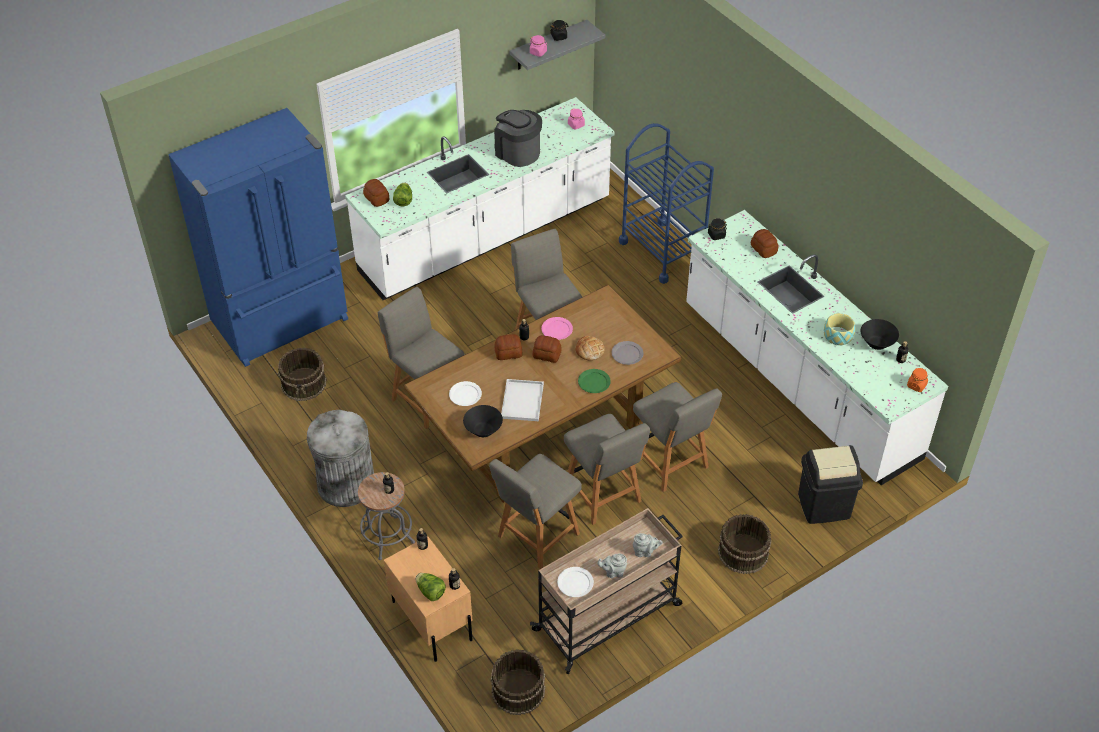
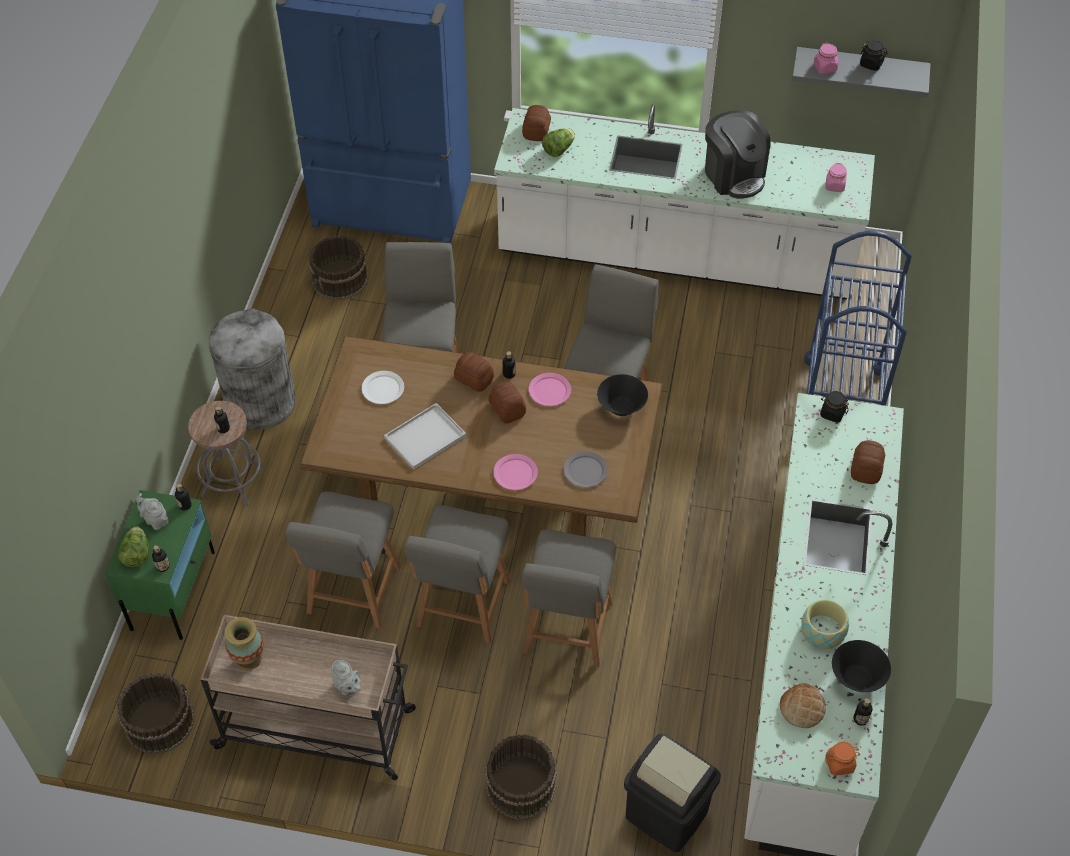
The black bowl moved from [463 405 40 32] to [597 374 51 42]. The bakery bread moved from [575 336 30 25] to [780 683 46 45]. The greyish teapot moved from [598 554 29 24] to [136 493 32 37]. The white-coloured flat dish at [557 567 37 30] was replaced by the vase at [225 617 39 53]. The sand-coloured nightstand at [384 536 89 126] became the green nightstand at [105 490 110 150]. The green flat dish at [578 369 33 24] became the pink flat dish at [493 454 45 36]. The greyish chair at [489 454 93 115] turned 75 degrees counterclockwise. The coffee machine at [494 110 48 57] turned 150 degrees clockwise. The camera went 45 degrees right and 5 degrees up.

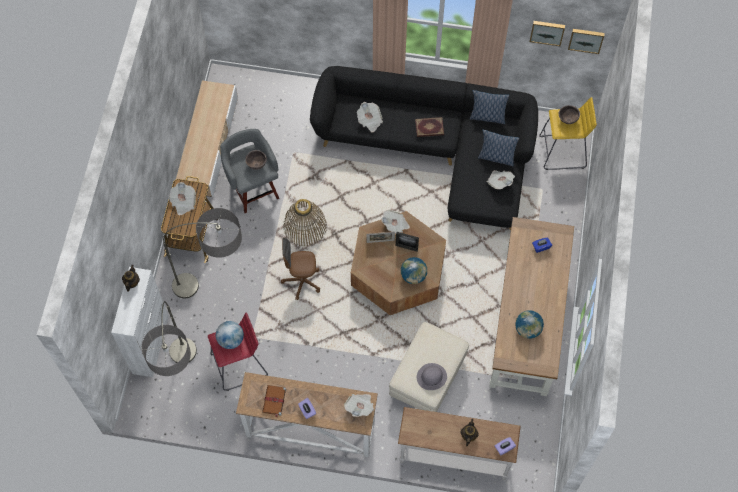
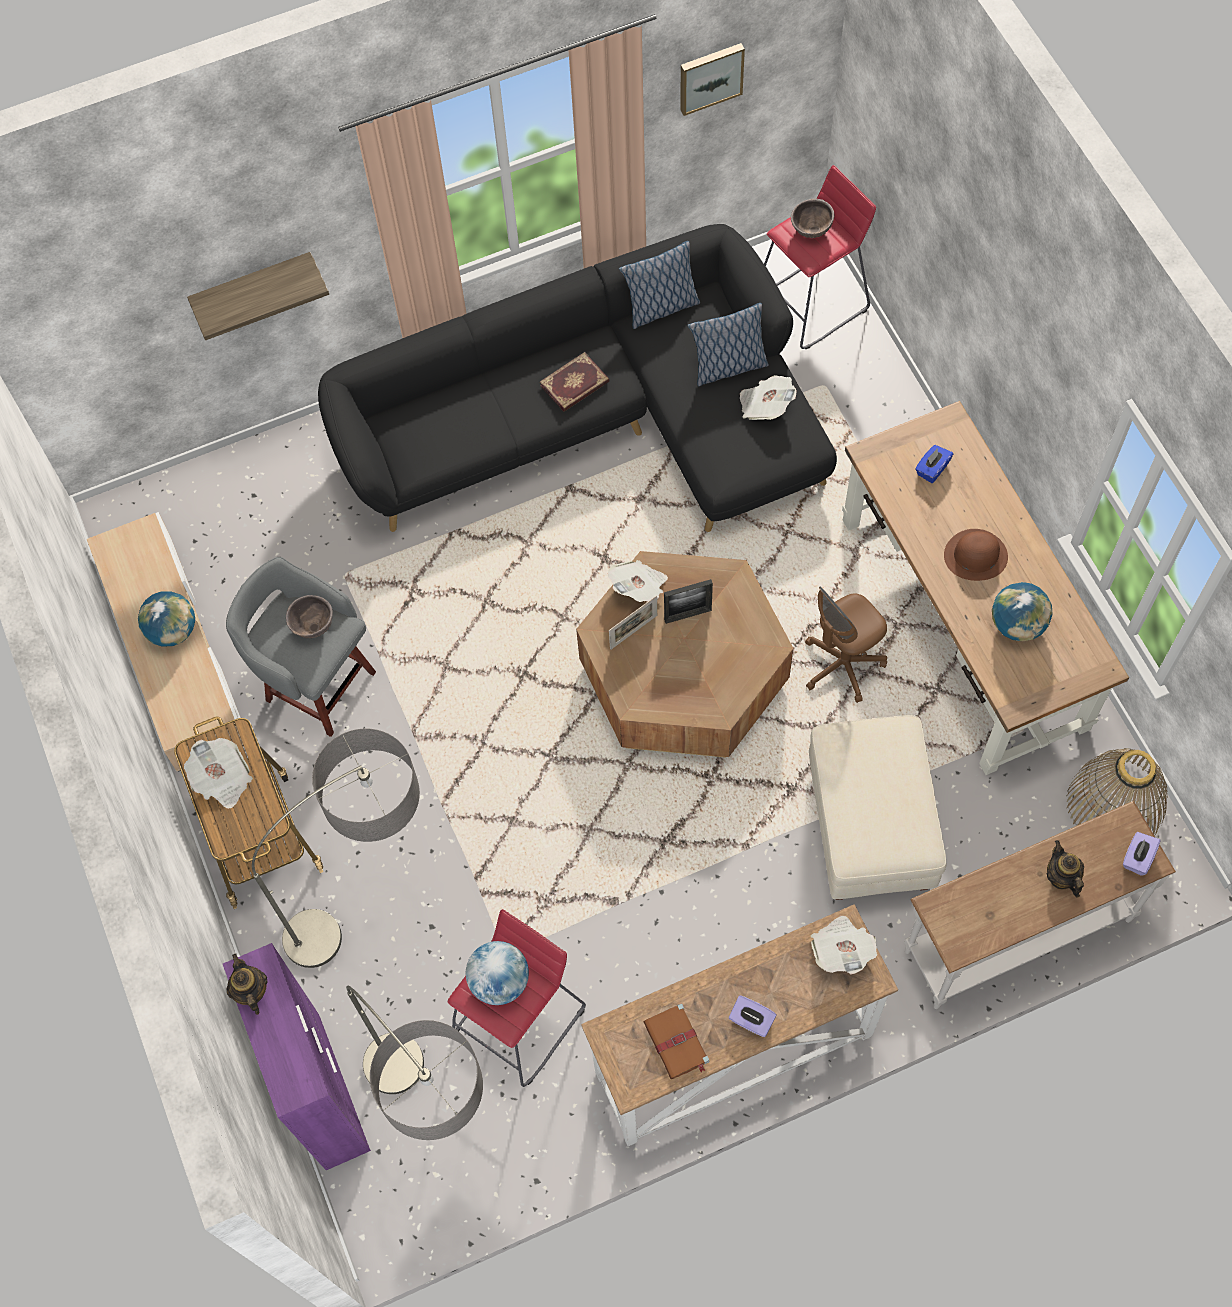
The daily paper at [357 102 26 30] disappeared. The greyish wearable hat at [417 363 30 27] disappeared. The wall art at [568 29 37 25] disappeared. The shelf at [187 252 142 88] appeared. The brown-coloured wearable hat at [944 529 64 52] appeared. The brown-coloured office chair moved from [281 238 39 62] to [805 587 82 116]. The household basket moved from [283 199 44 47] to [1066 748 101 87]. The world globe moved from [401 257 26 27] to [138 591 57 55]. The white-coloured storage cabinet at [111 267 58 110] became the purple-coloured storage cabinet at [223 943 148 227]. The yellow sitting stool at [539 97 58 73] became the red sitting stool at [764 165 112 184]. The camera went 30 degrees left and 0 degrees up.

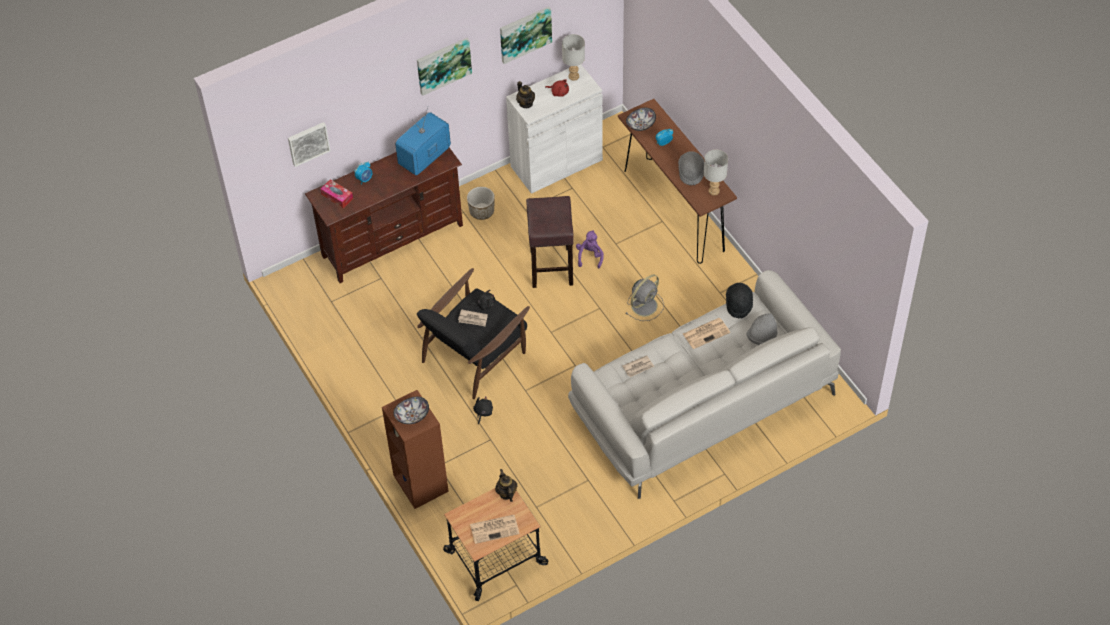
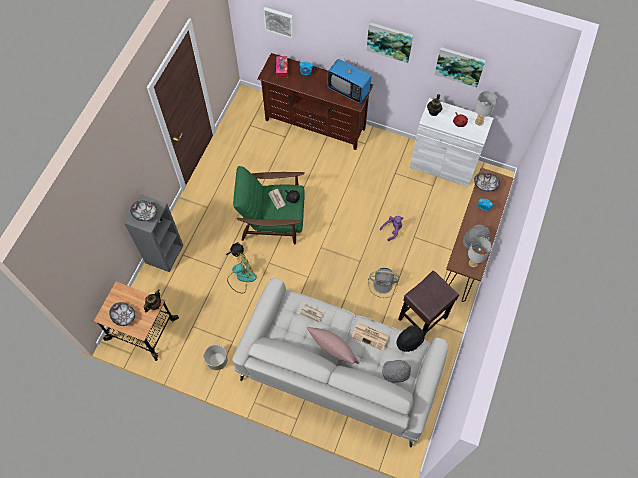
The cooling fan at [227 252 30 42] appeared. The pink throw pillow at [307 327 52 37] appeared. The plant pot moved from [467 187 28 33] to [203 344 24 26]. The brown-coloured sitting stool moved from [526 196 48 92] to [398 271 61 66]. The daily paper at [470 515 50 29] was replaced by the bowl at [109 302 26 24]. The brown-coloured shelving unit at [382 390 67 119] became the greyish shelving unit at [124 194 59 78]. The black lounge chair at [417 268 113 131] became the green lounge chair at [233 166 72 78]. The TV at [395 106 56 69] turned 150 degrees counterclockwise. The camera went 50 degrees right and 10 degrees up.

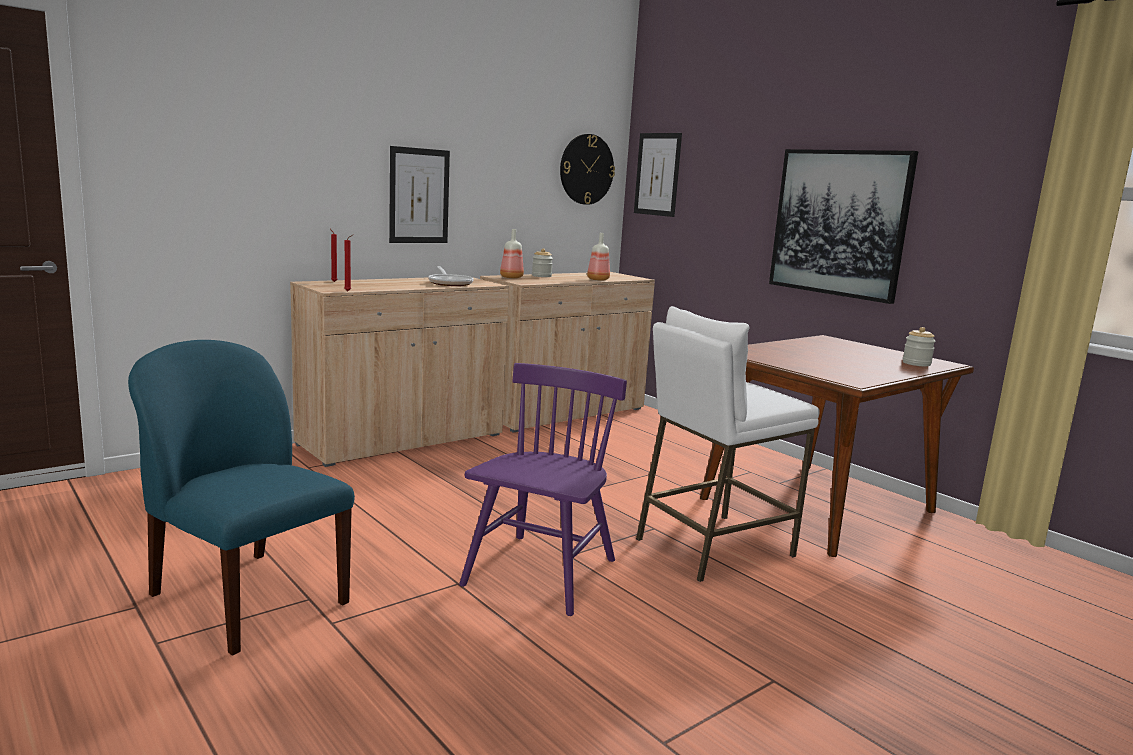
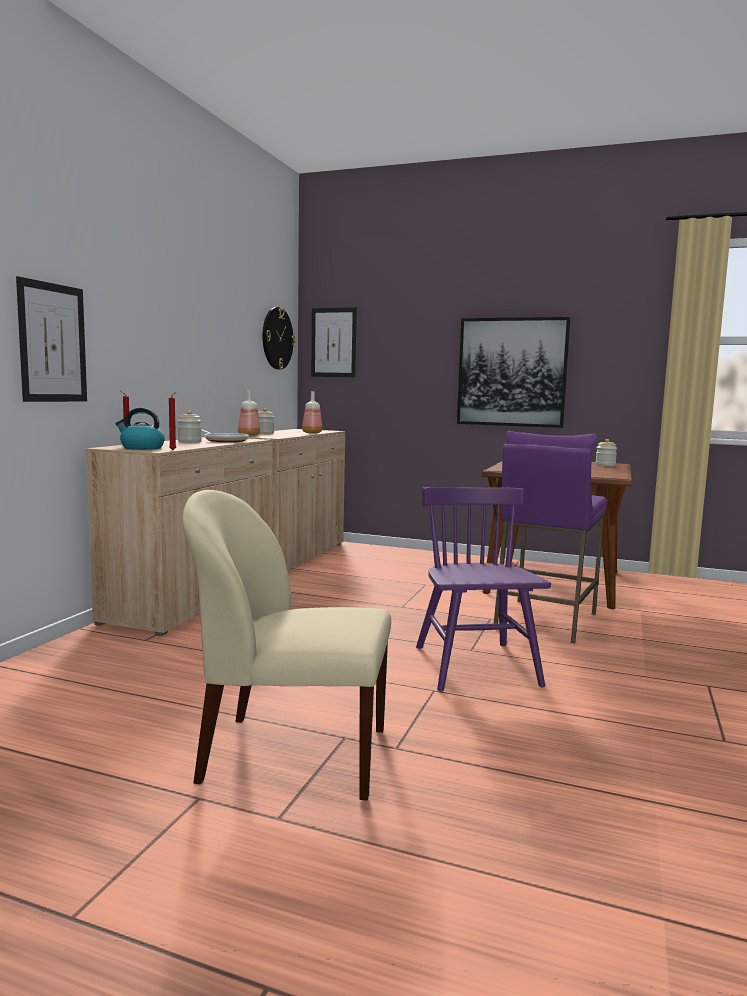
The water kettle at [115 408 50 42] appeared. The preserve jar at [178 411 24 32] appeared. The wall art moved from [389 146 61 97] to [16 276 71 126]. The blue chair at [128 340 227 316] became the sand-coloured chair at [182 490 209 311]. The white-coloured sitting stool at [636 306 184 276] became the purple-coloured sitting stool at [494 431 113 212]. The camera went 30 degrees left and 5 degrees down.

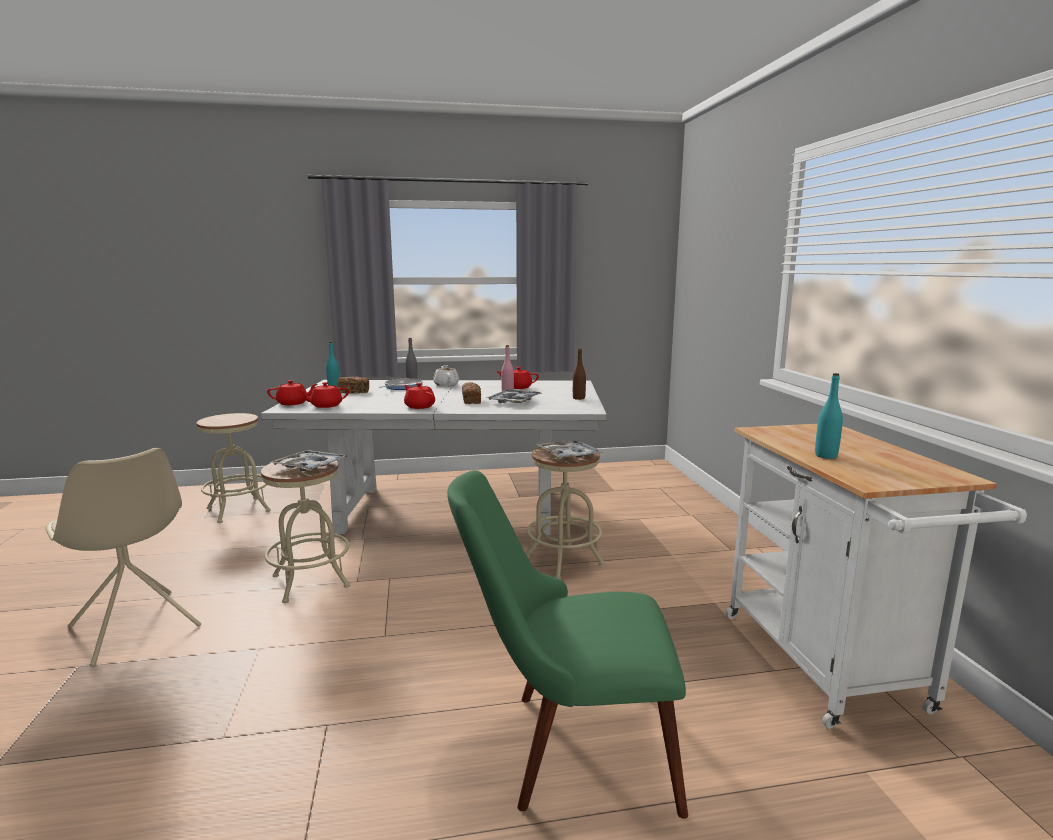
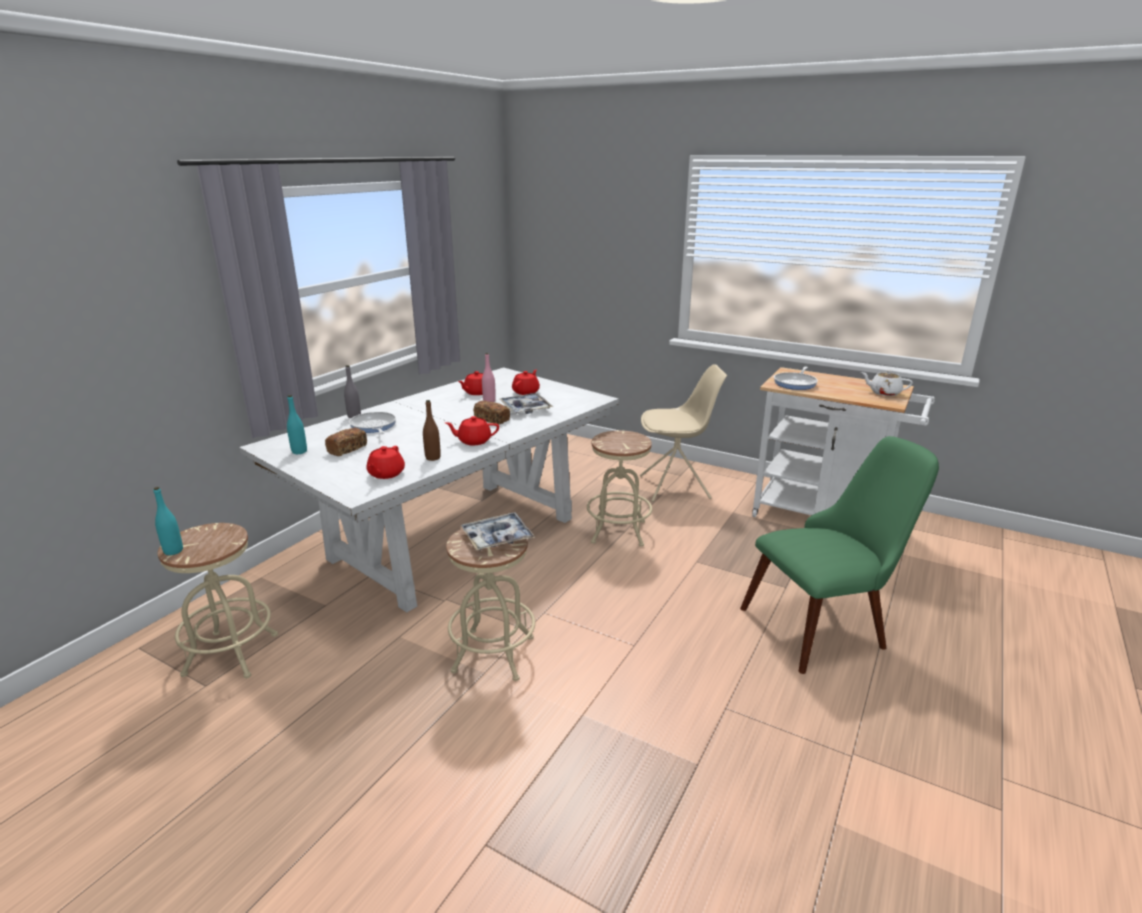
The carrying tray at [537 440 66 19] disappeared. The pan at [774 366 44 24] appeared. The sand-coloured chair moved from [46 448 156 219] to [640 364 87 138]. The red teapot moved from [267 380 50 25] to [512 370 28 25]. The white-coloured teapot moved from [433 365 26 22] to [861 370 52 26]. The brown-coloured drink bottle moved from [573 349 13 51] to [423 400 18 61]. The turquoise drink bottle moved from [815 373 28 86] to [154 487 29 68]. The green chair at [447 470 241 349] turned 150 degrees counterclockwise. The camera went 50 degrees left and 10 degrees up.

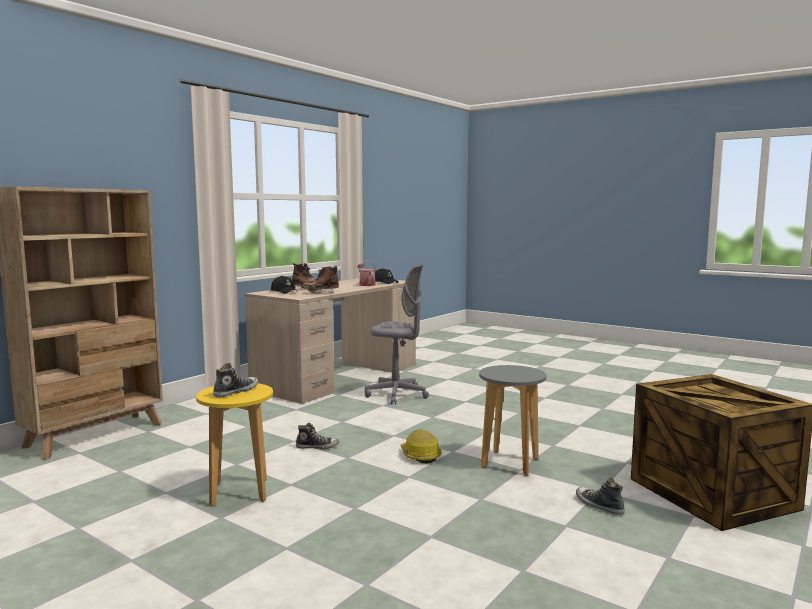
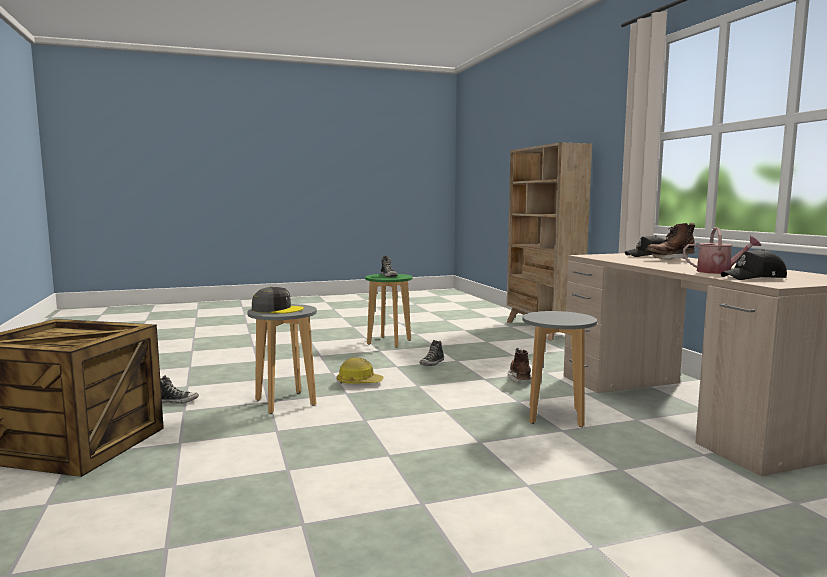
The greyish baseball cap at [252 287 52 27] appeared. The brown-coloured boot moved from [302 266 37 27] to [508 348 24 34]. The greyish office chair at [365 264 64 141] was replaced by the greyish sitting stool at [523 311 74 116]. The yellow sitting stool at [196 383 77 123] became the green sitting stool at [365 274 48 74]. The camera went 125 degrees right and 0 degrees up.

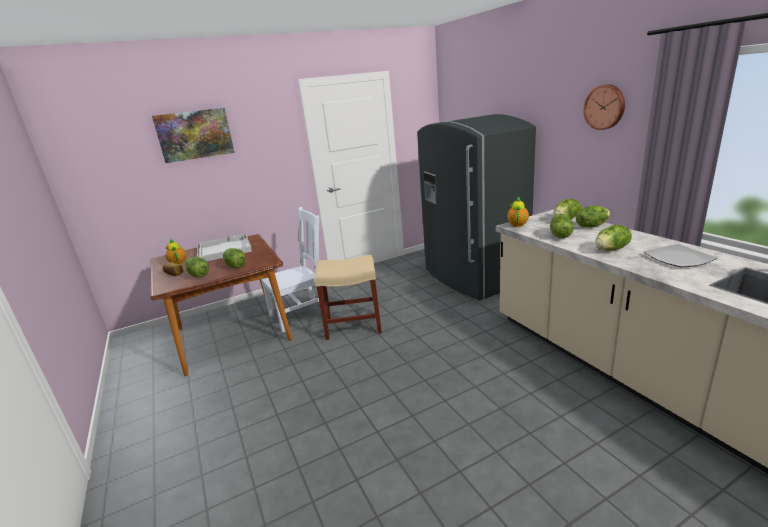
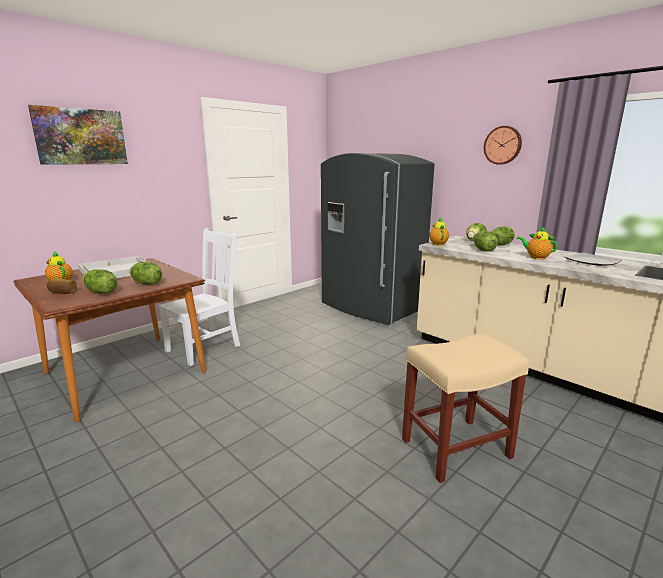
The sand-coloured sitting stool moved from [314 255 68 85] to [402 333 127 150]. The lettuce head at [595 225 37 25] was replaced by the teapot at [517 226 41 34]. The camera went 20 degrees left and 5 degrees down.

